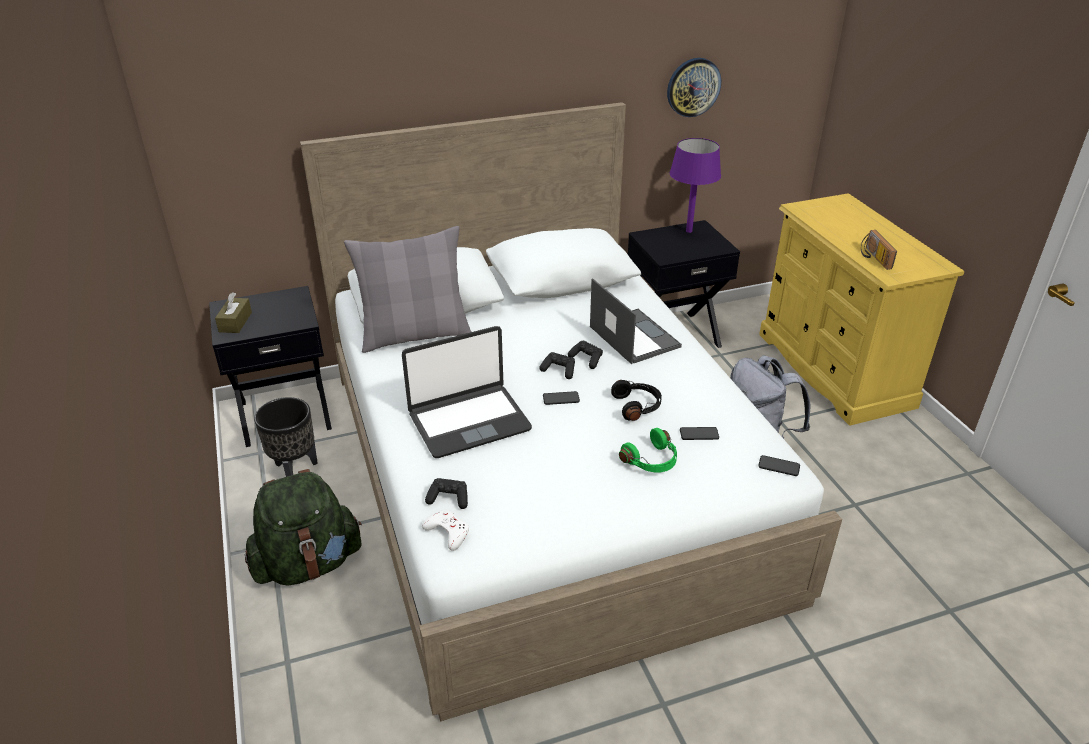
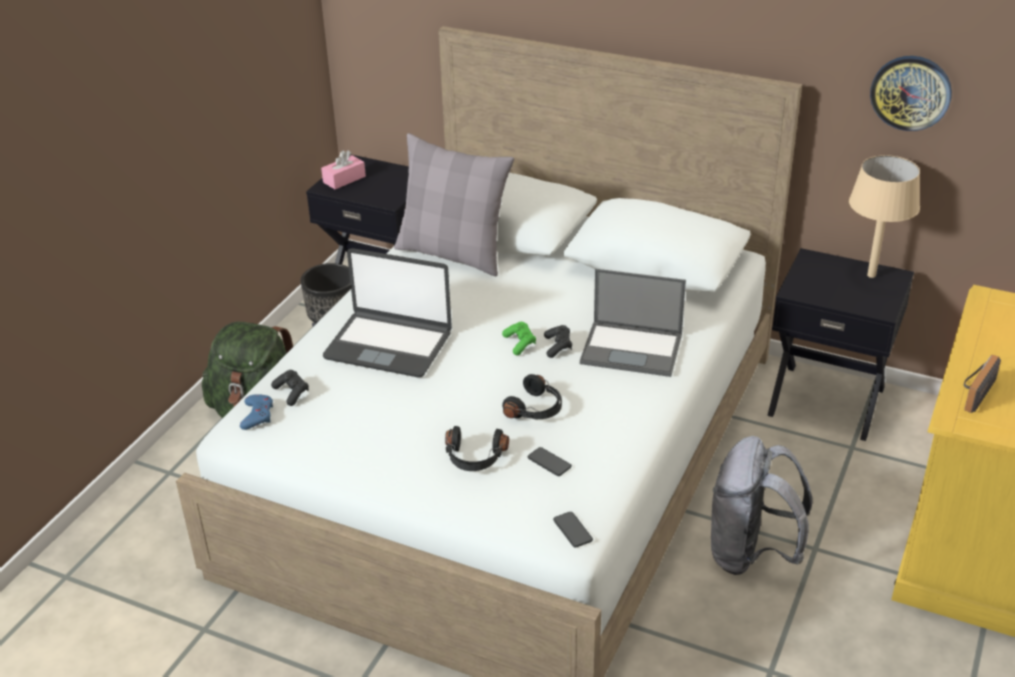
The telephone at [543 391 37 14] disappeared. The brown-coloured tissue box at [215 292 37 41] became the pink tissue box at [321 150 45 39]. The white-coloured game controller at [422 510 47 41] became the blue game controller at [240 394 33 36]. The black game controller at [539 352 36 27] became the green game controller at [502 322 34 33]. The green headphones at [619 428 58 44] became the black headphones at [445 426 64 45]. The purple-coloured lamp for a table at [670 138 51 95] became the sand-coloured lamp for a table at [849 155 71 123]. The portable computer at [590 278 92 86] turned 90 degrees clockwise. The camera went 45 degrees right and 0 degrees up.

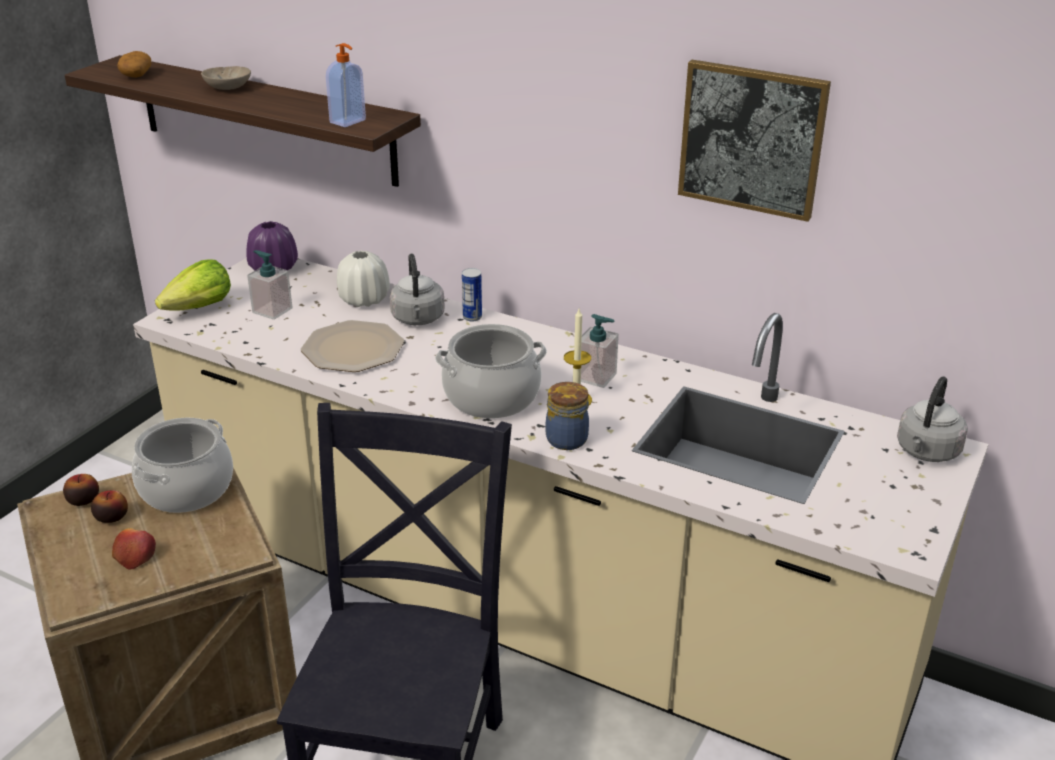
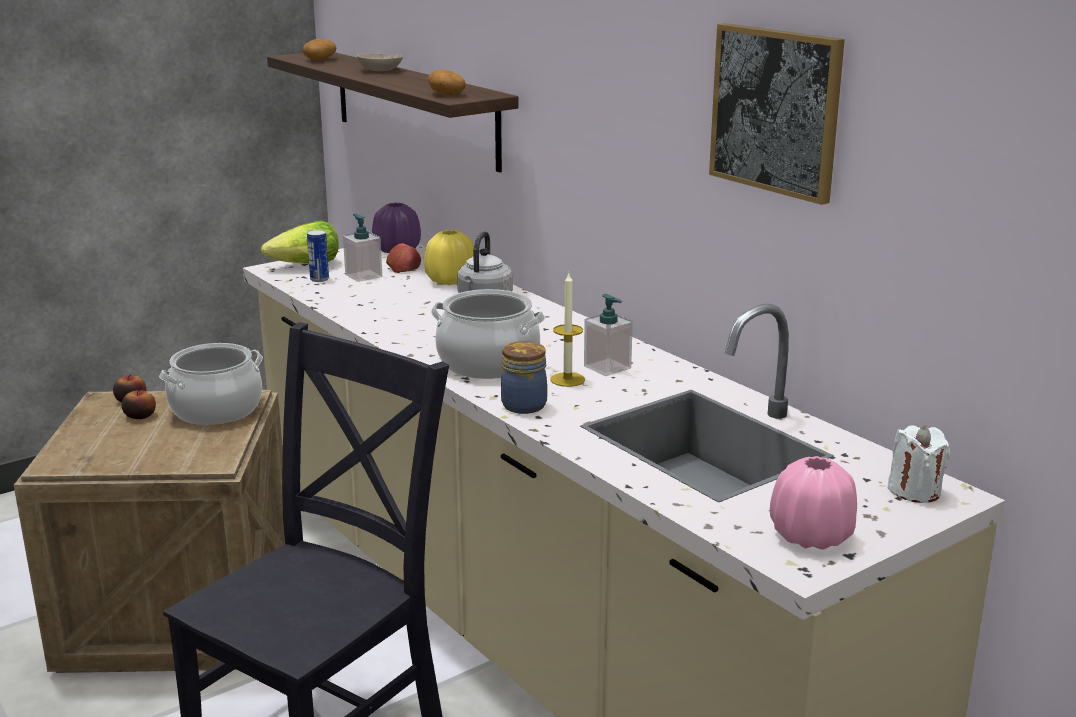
The flat dish at [301 320 103 52] disappeared. The pink vase at [770 456 87 94] appeared. The apple moved from [112 528 44 42] to [386 243 35 30]. The metal can moved from [462 268 20 53] to [307 230 22 52]. The liquid soap bottle at [326 43 40 84] was replaced by the whole potato at [428 70 38 25]. The greyish water kettle at [897 376 71 86] was replaced by the white-coloured candle at [888 425 62 78]. The white-coloured vase at [337 251 53 56] became the yellow vase at [424 230 50 55]. The camera went 25 degrees right and 10 degrees down.

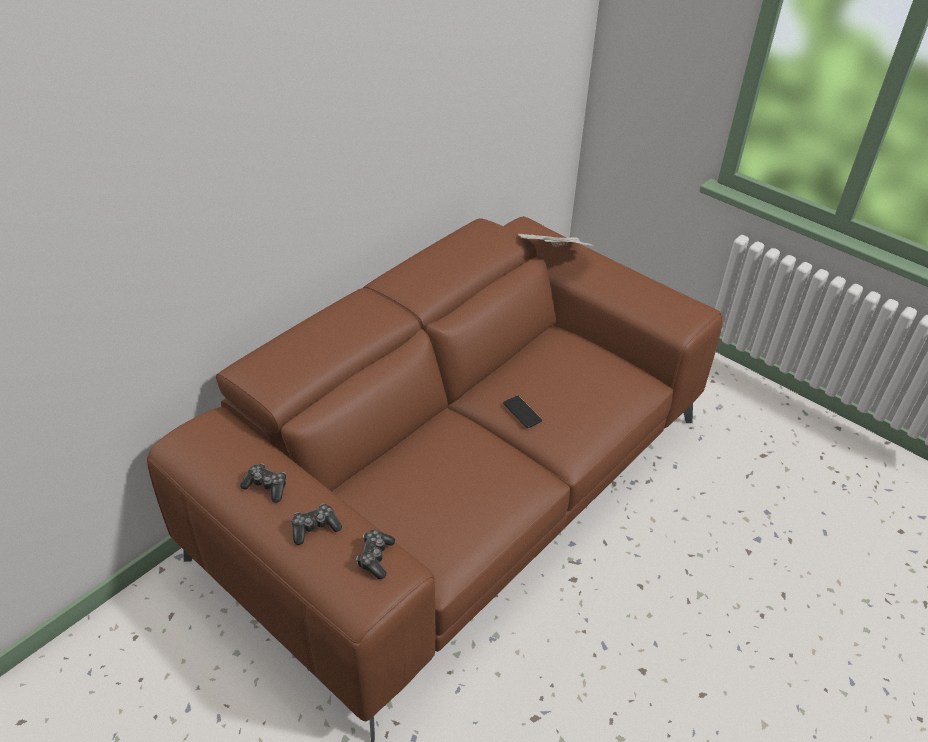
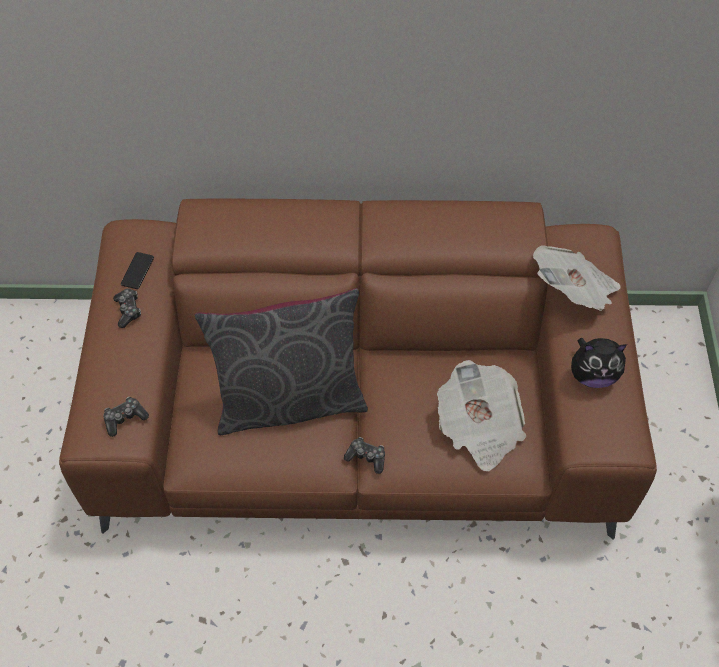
The greyish throw pillow at [195 288 173 147] appeared. The daily paper at [437 360 89 111] appeared. The cuddly toy at [571 338 56 50] appeared. The game controller moved from [292 504 50 41] to [344 437 41 37]. The telephone moved from [503 396 39 32] to [121 252 33 37]. The camera went 50 degrees right and 15 degrees up.

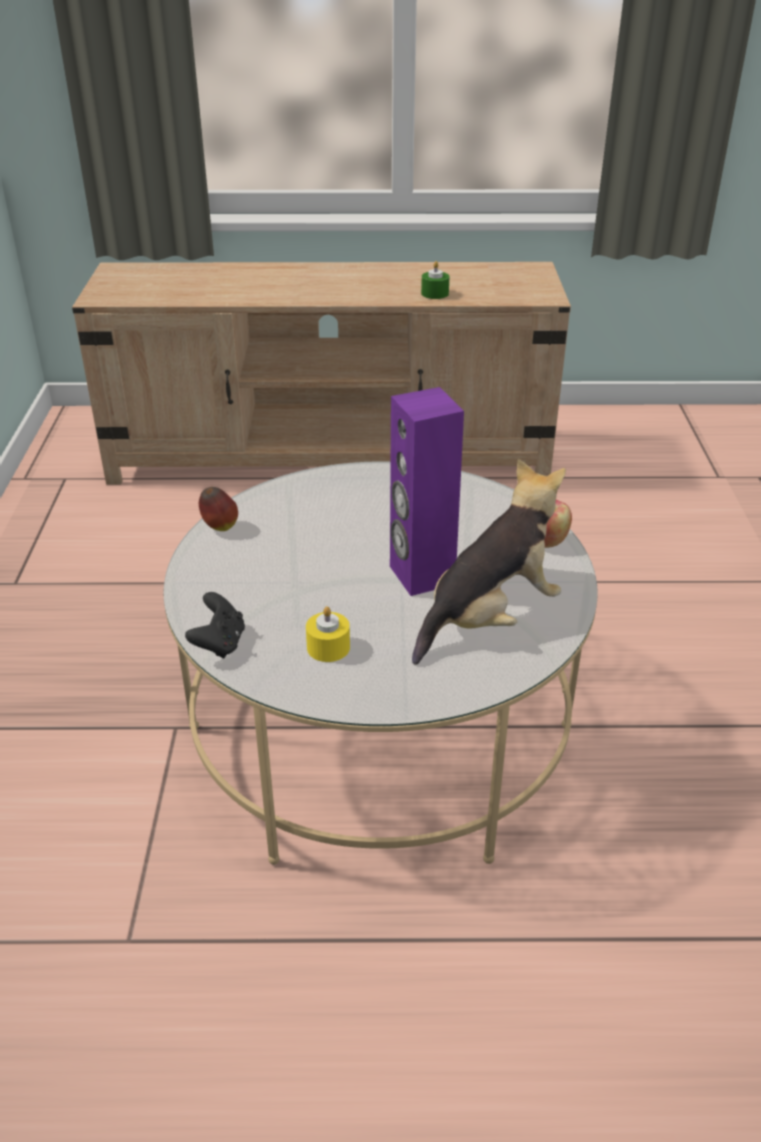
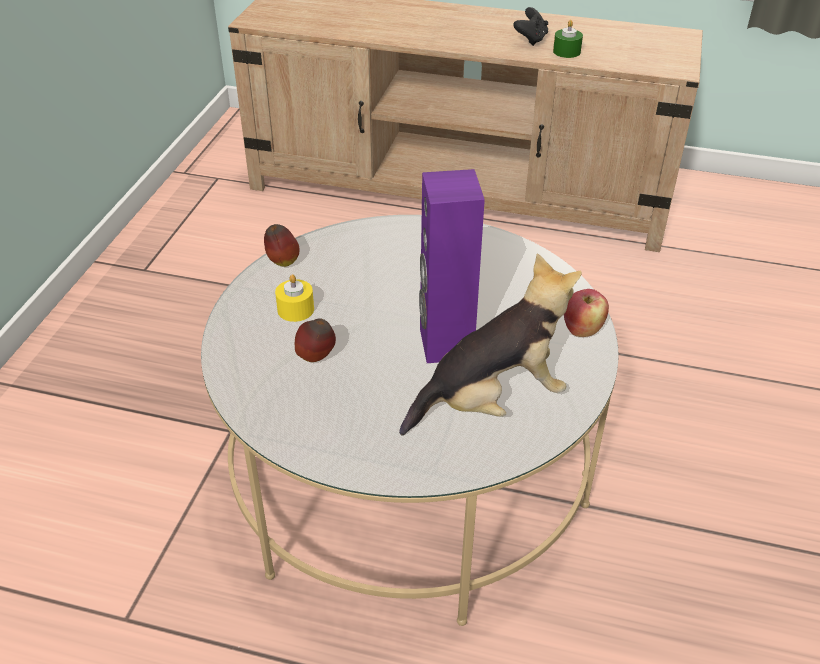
The apple at [295 318 41 44] appeared. The black game controller moved from [185 592 60 67] to [513 7 35 39]. The yellow candle moved from [306 606 44 56] to [275 274 39 48]. The camera went 15 degrees right and 5 degrees up.

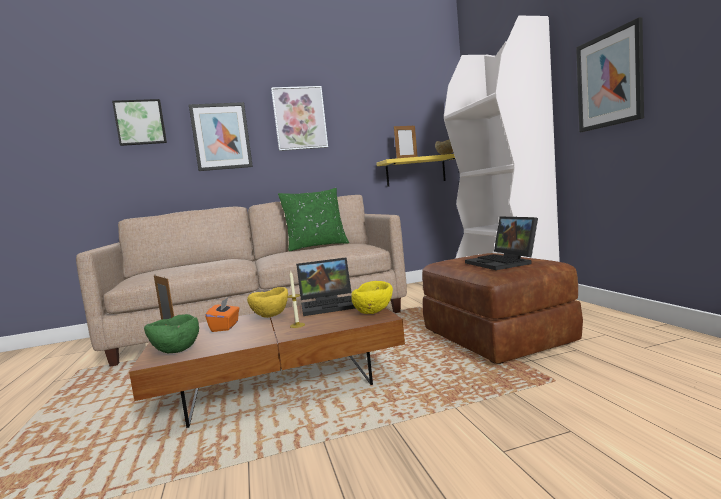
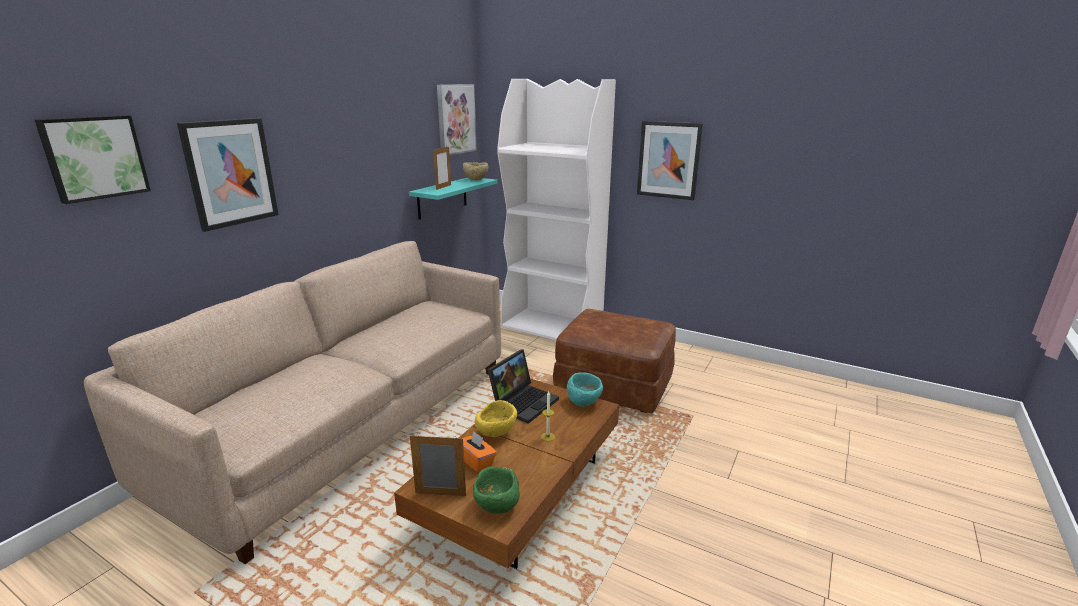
The green throw pillow at [278 188 71 63] disappeared. The portable computer at [465 216 73 54] disappeared. The wall art moved from [271 86 57 65] to [437 84 40 71]. The yellow bowl at [351 281 42 33] became the turquoise bowl at [567 372 36 35]. The yellow shelf at [376 154 79 33] became the turquoise shelf at [409 178 89 42]. The camera went 45 degrees left and 15 degrees up.

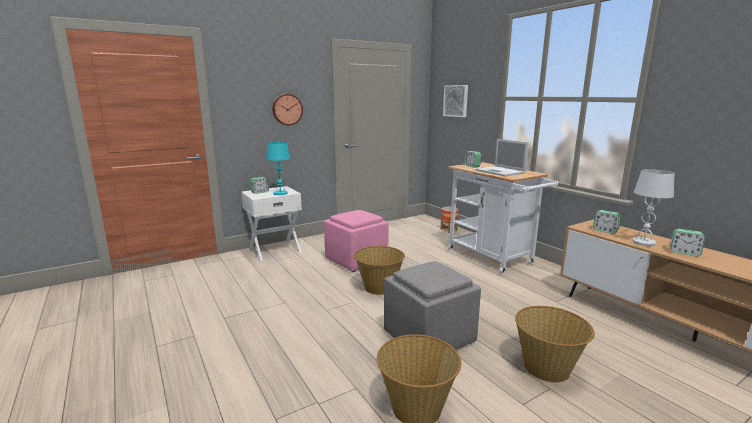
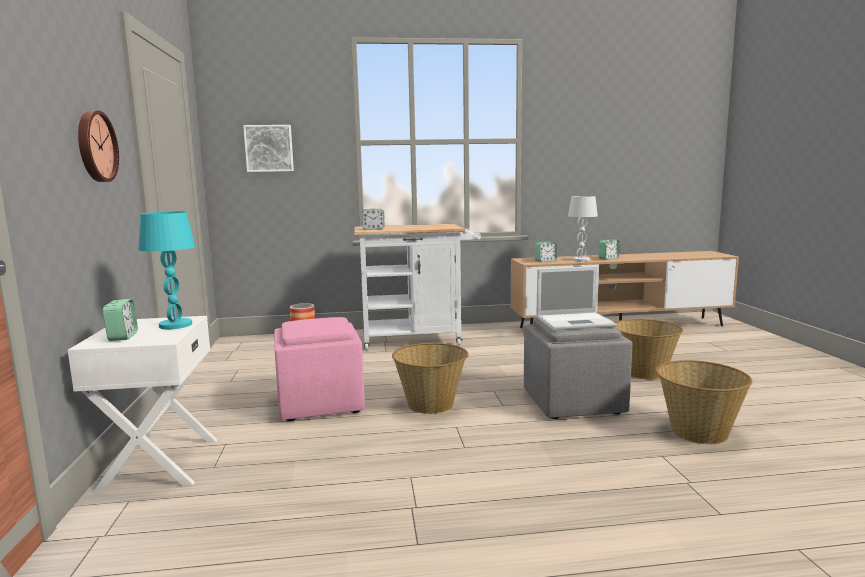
The portable computer moved from [476 139 52 37] to [537 266 80 64]. The camera went 65 degrees left and 5 degrees down.

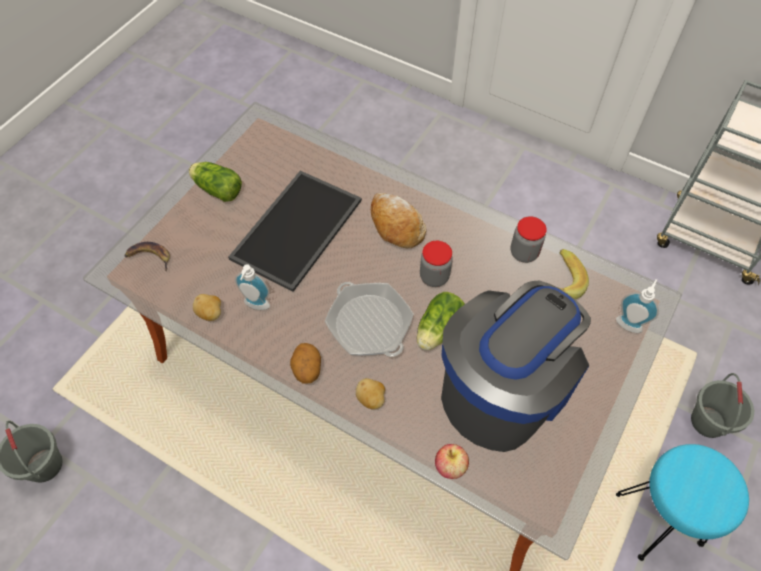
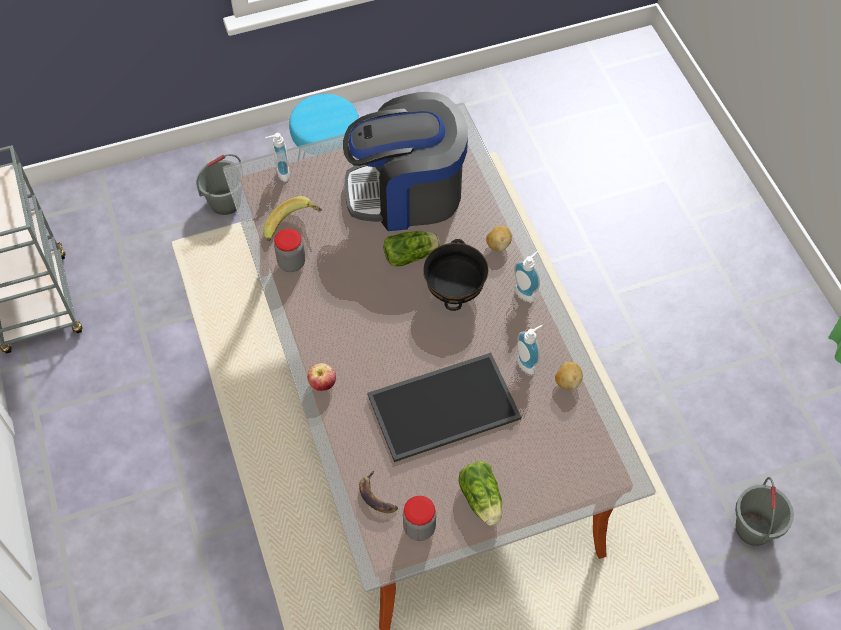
The bakery bread at [371 193 55 56] disappeared. The banana fruit moved from [124 242 46 29] to [359 470 39 43]. The preserve jar moved from [420 241 33 46] to [403 496 33 45]. The apple moved from [435 444 34 35] to [307 363 29 28]. The whole potato at [290 343 31 41] was replaced by the liquid soap bottle at [514 251 26 51]. The pan at [325 282 89 75] was replaced by the black bowl at [423 239 66 72]. The camera went 140 degrees left and 0 degrees up.

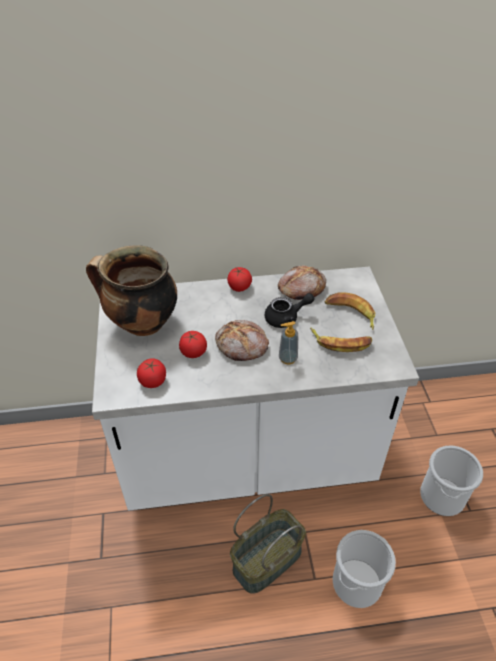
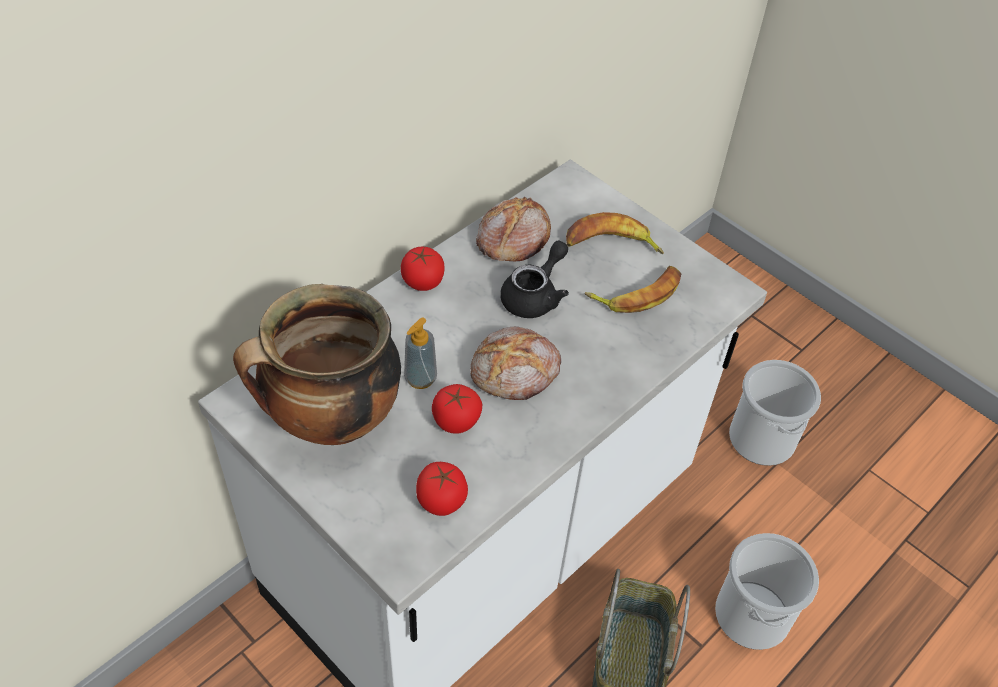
The liquid soap bottle moved from [279 321 19 44] to [404 318 33 71]. The camera went 40 degrees left and 5 degrees up.

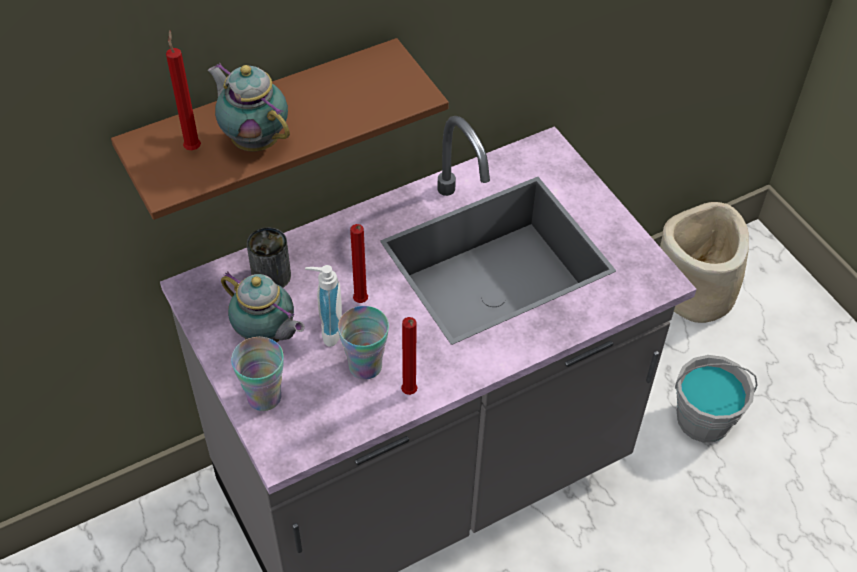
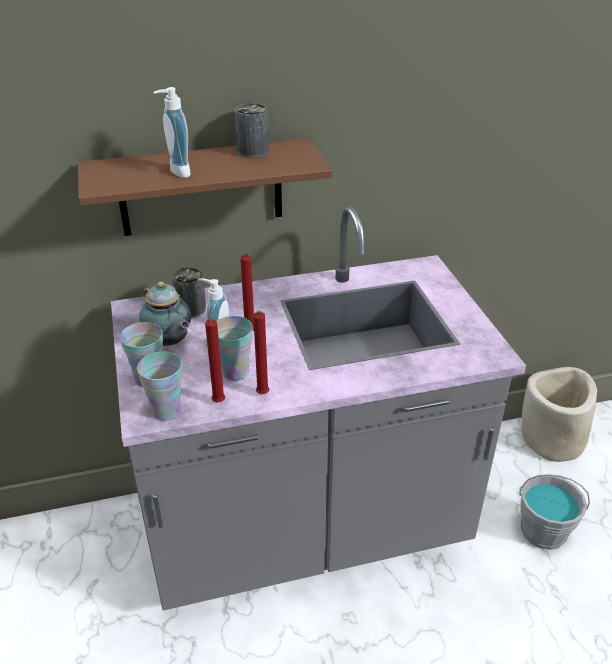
The small cup at [137 352 45 69] appeared. The metal can at [235 103 34 55] appeared. The red candle moved from [166 31 35 119] to [205 306 20 96]. The teapot at [207 63 83 89] was replaced by the liquid soap bottle at [153 87 38 91]. The camera went 15 degrees right and 15 degrees down.

